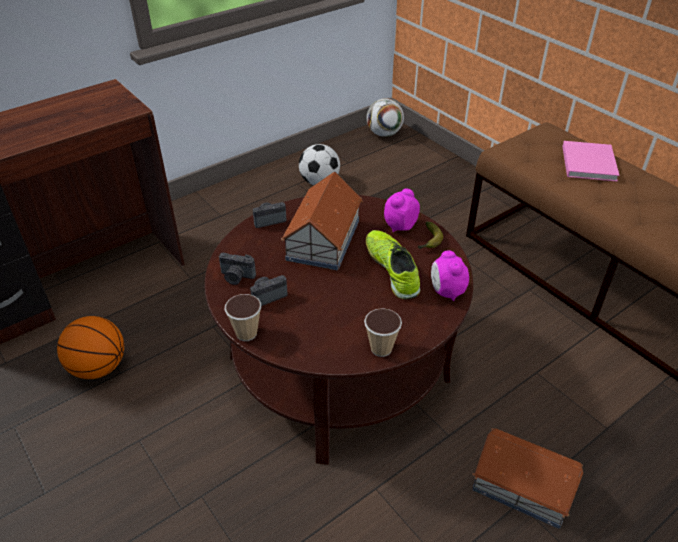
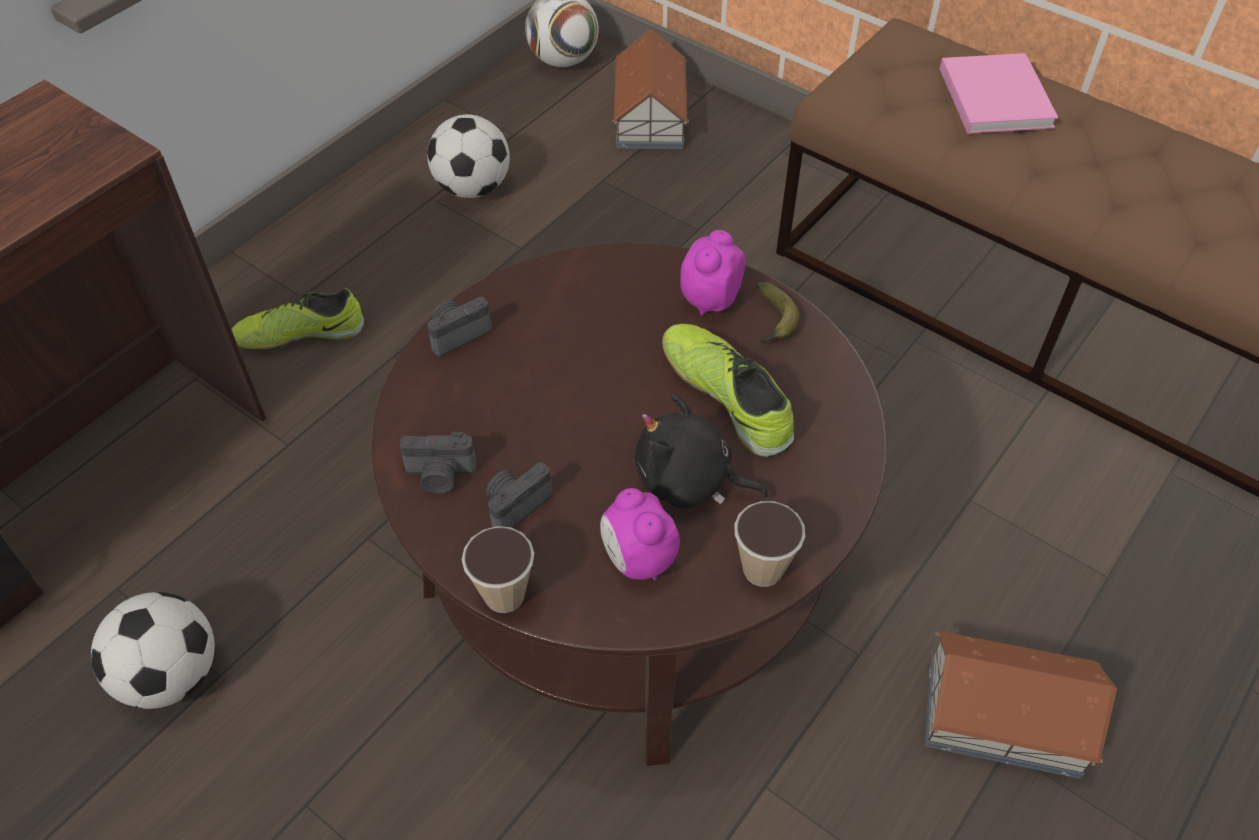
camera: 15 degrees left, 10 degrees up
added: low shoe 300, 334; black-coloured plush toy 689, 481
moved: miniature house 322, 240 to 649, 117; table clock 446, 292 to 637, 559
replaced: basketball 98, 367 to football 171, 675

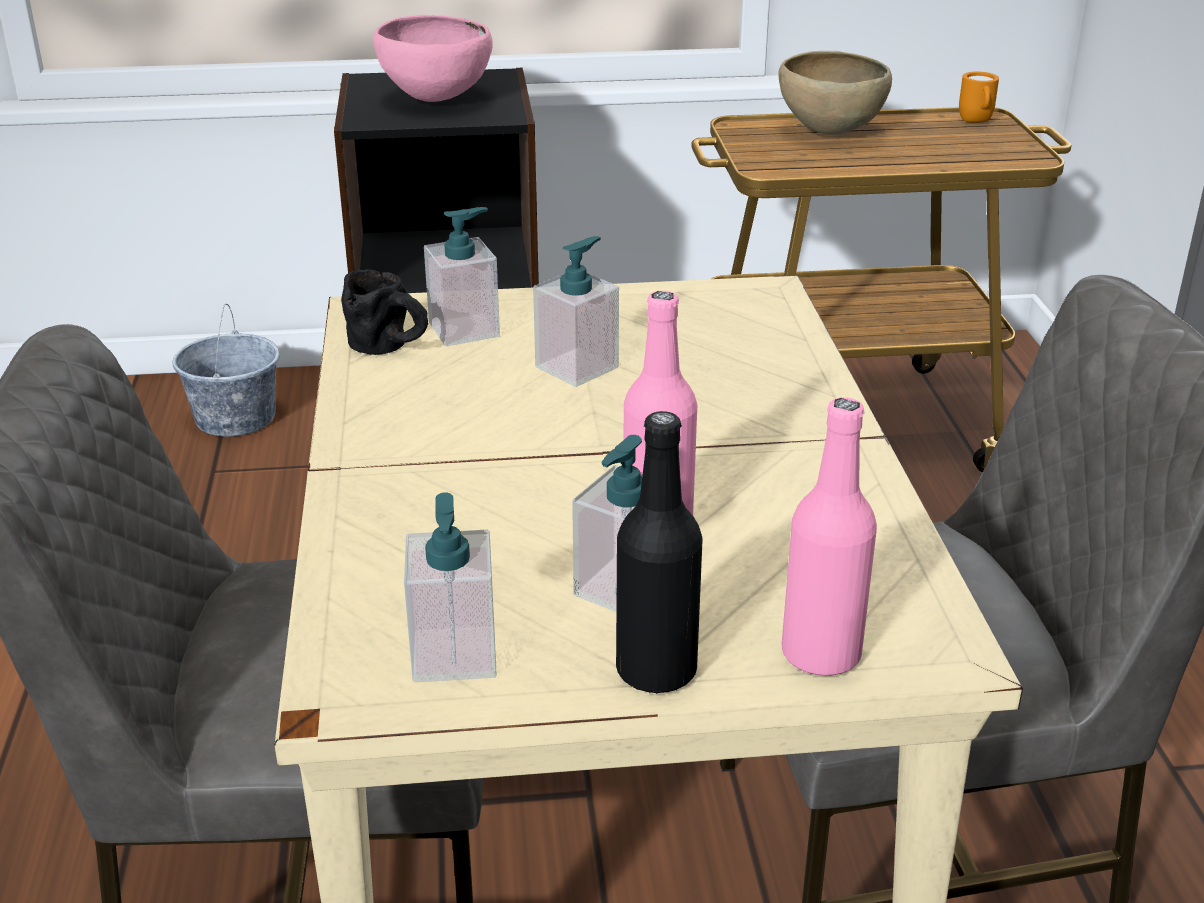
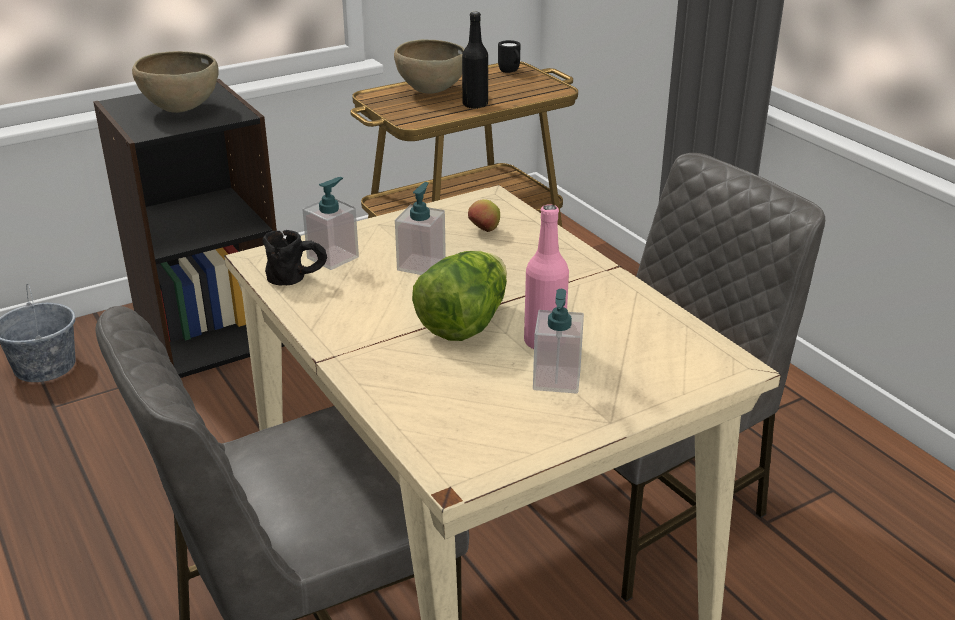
camera: 25 degrees left, 0 degrees up
removed: soap bottle 454, 654; pink bottle 821, 654
added: lettuce 464, 323; apple 484, 230
moved: black-coloured bottle 656, 671 to 475, 105
recoloured: pink serving bowl 435, 100 to brown serving bowl 181, 111; orange coffee mug 976, 122 to black-coloured coffee mug 510, 72

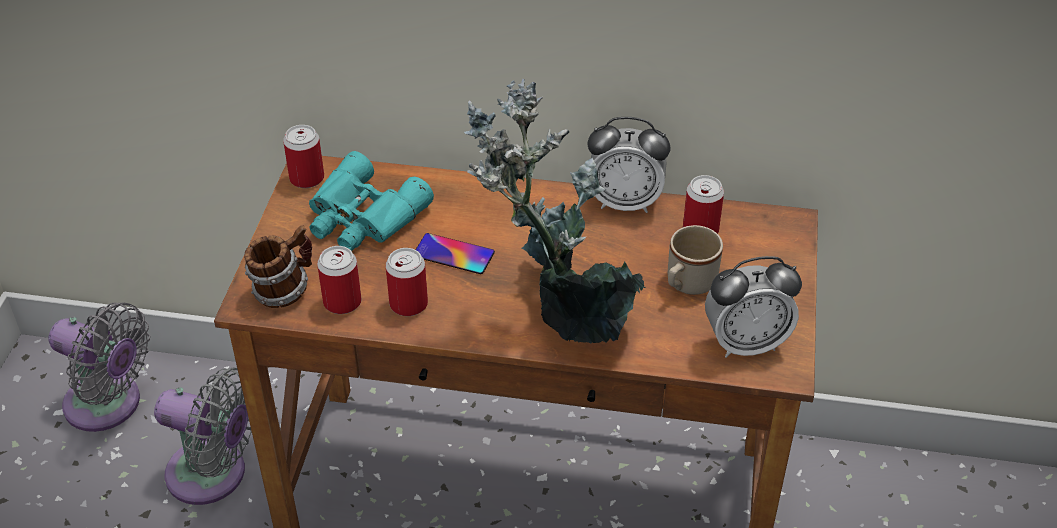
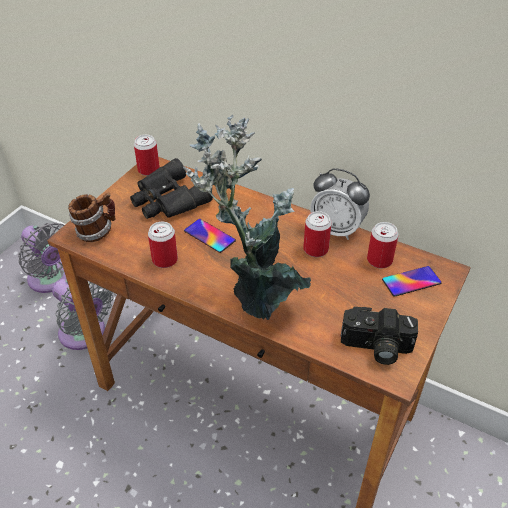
camera: 20 degrees right, 0 degrees up
removed: beige coffee mug 687, 284
added: telephone 411, 281
moved: can 342, 302 to 315, 249
replaced: table clock 745, 343 to photo camera 376, 347
recoloured: turquoise field glasses 362, 217 to black-coloured field glasses 167, 200

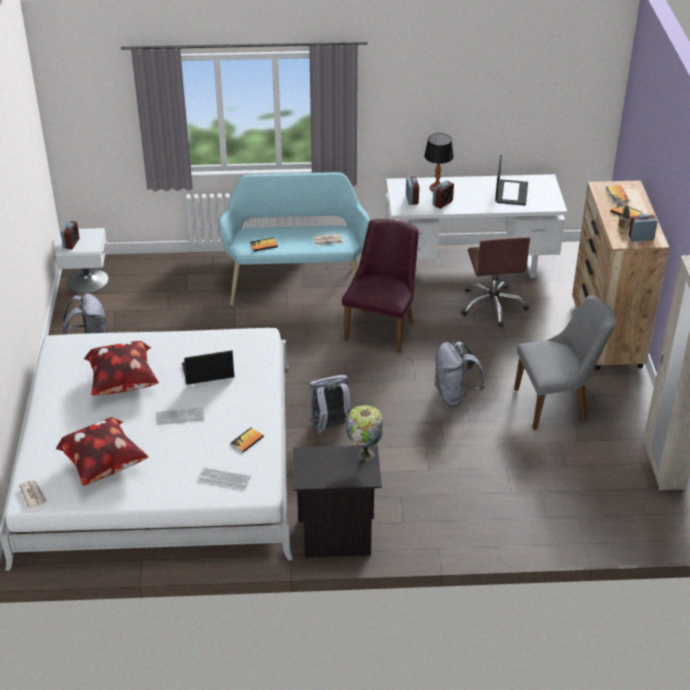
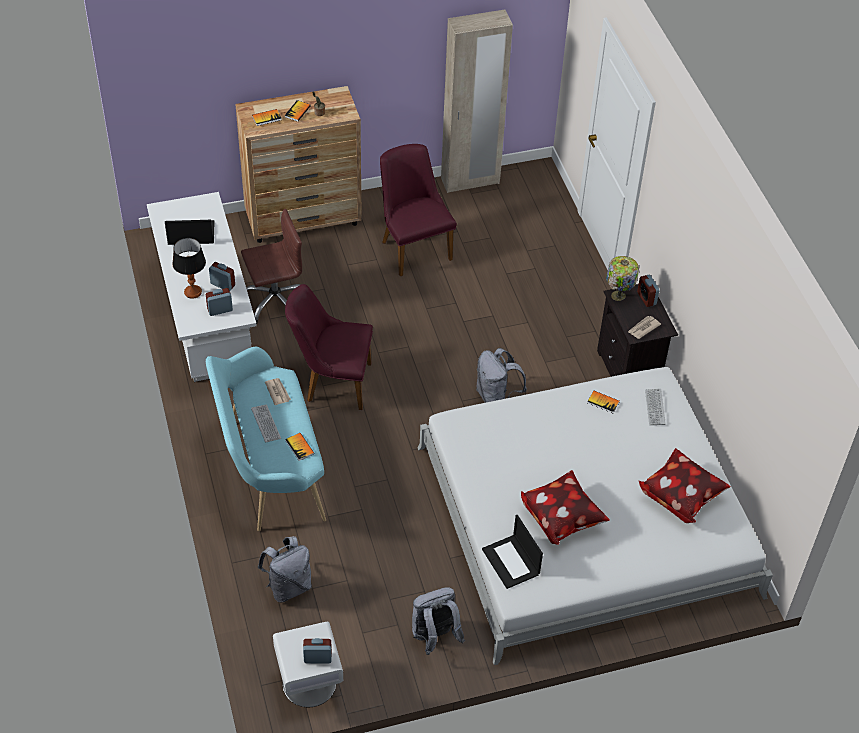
camera: 105 degrees left, 10 degrees up
moved: printed paper 33, 495 to 643, 328; computer keyboard 180, 417 to 266, 424; notebook computer 207, 371 to 511, 562; greyish knapsack 454, 395 to 288, 586; table clock 641, 238 to 646, 298
recoloured: greyish plain chair 557, 404 to purplish plain chair 413, 246

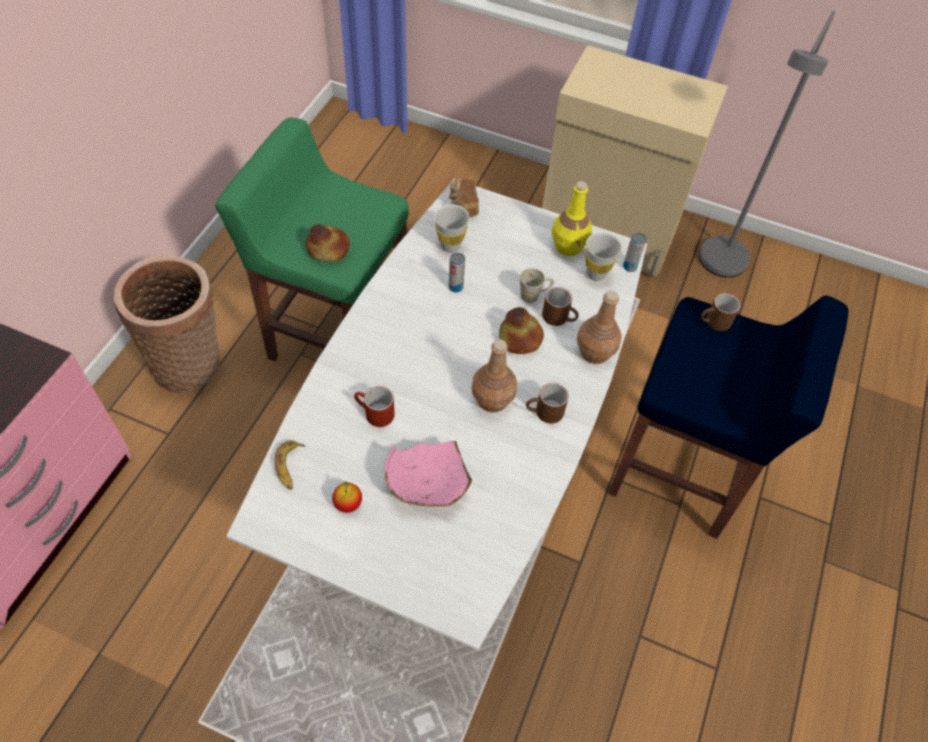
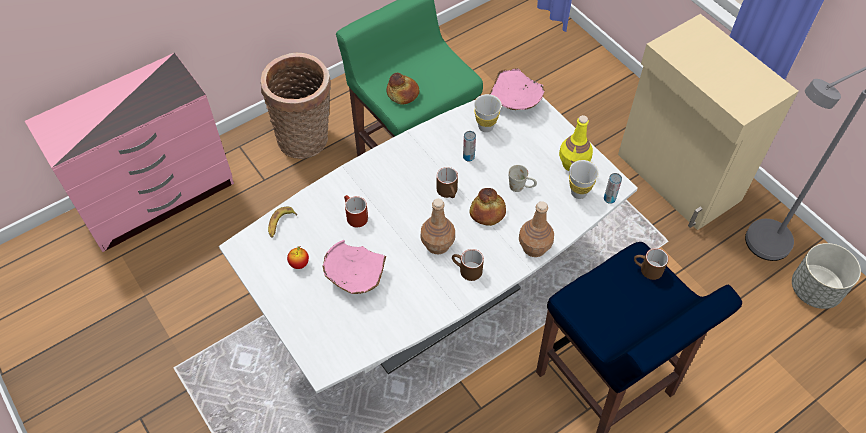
camera: 35 degrees right, 0 degrees up
added: greyish flower pot 815, 290
moved: brown coffee mug 560, 318 to 449, 192
replaced: baked bread 462, 206 to pink serving bowl 515, 101

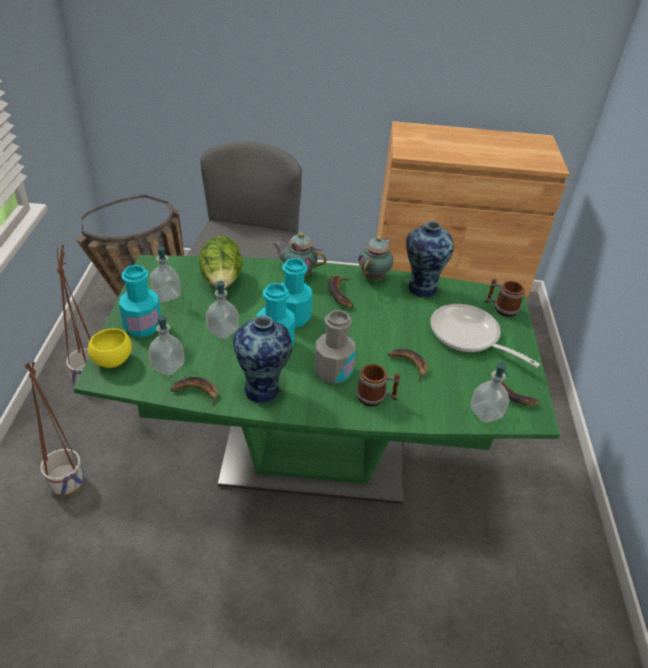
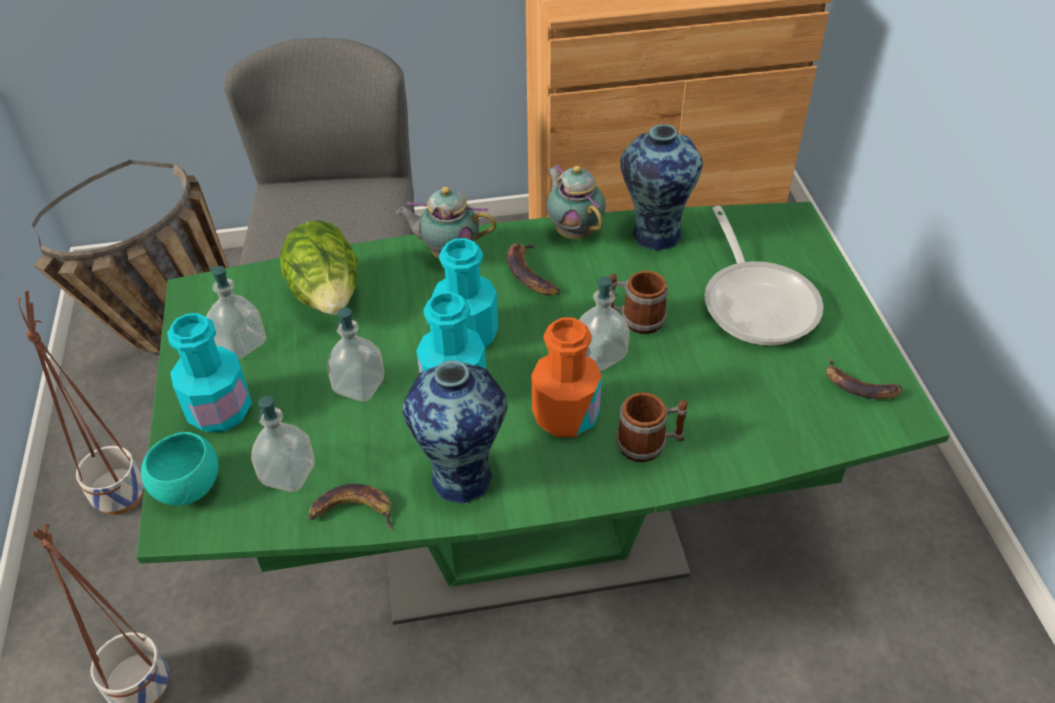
camera: 10 degrees left, 5 degrees up
removed: banana fruit 408, 365
moved: soap bottle 486, 412 to 600, 355; coffee mug 501, 308 to 634, 319
recoloured: yellowish serving bowl 113, 360 to turquoise serving bowl 189, 487; greyish bottle 333, 371 to orange bottle 565, 415
turned: pot for tea 374, 277 = 574, 231 45 degrees counterclockwise; frying pan 469, 337 = 757, 302 135 degrees counterclockwise

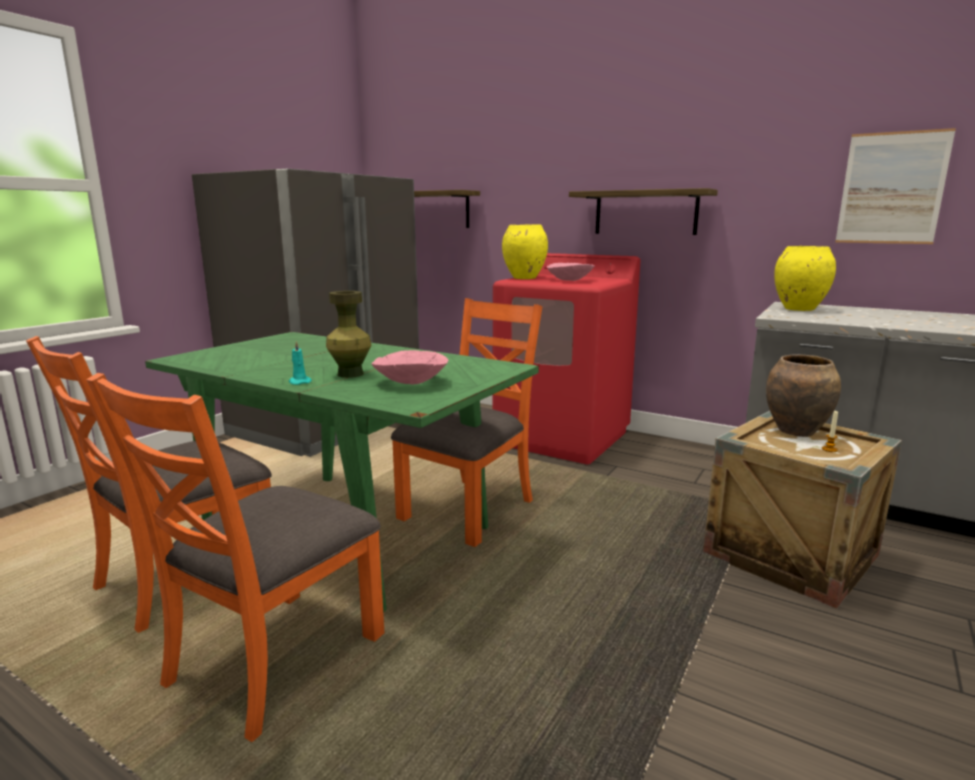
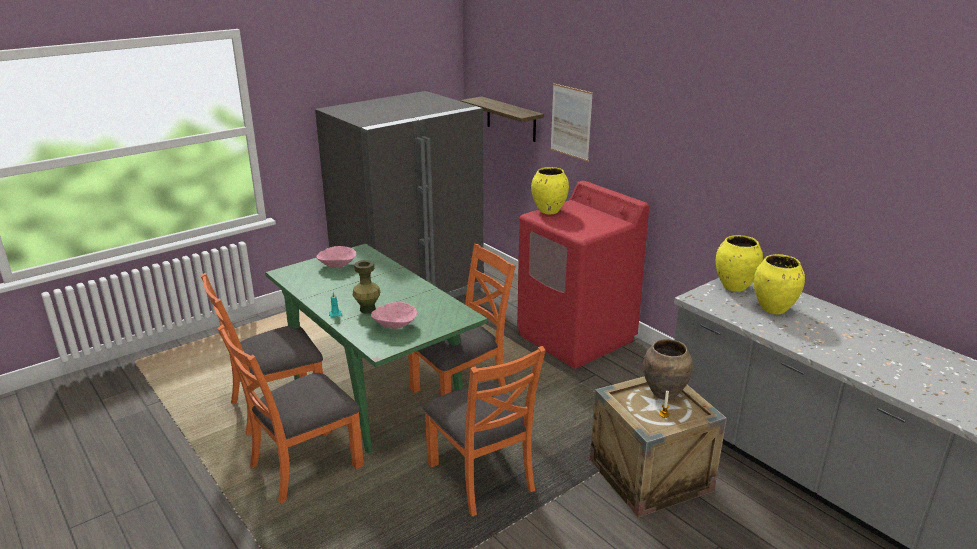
camera: 20 degrees right, 10 degrees up
removed: bracket shelf 645, 212
added: orange plain chair 482, 477; yellowish flower vase 774, 309
moved: pink serving bowl 569, 280 to 337, 265; wall picture 891, 188 to 571, 122

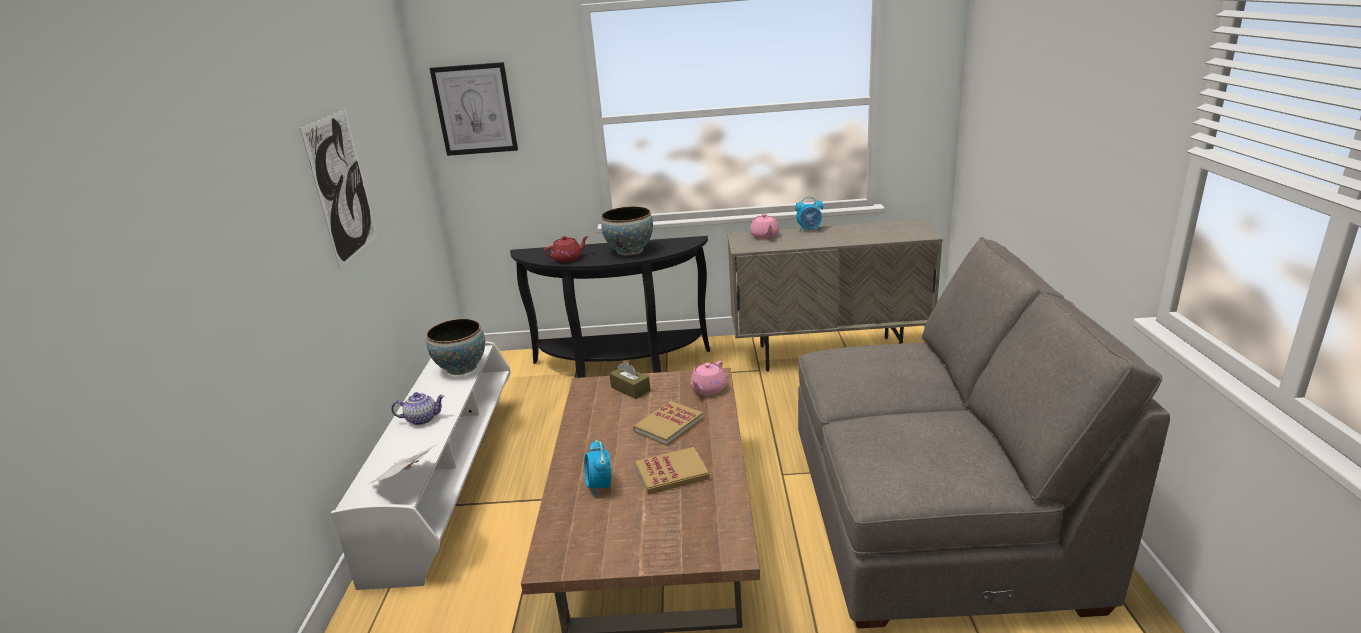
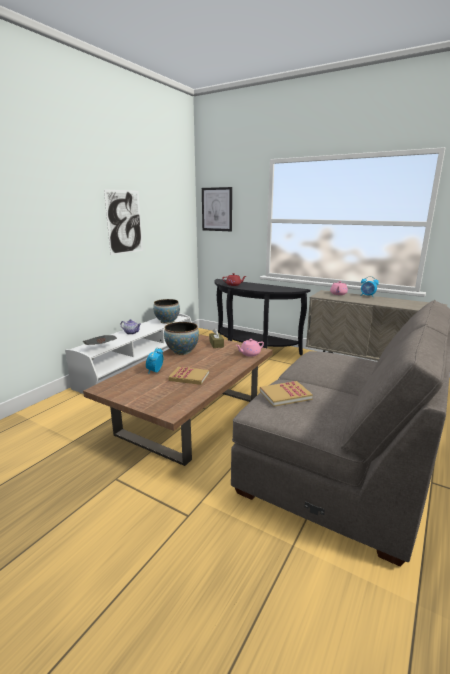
camera: 30 degrees right, 5 degrees down
moved: serving bowl 629, 251 to 182, 351; bound book 668, 425 to 285, 395

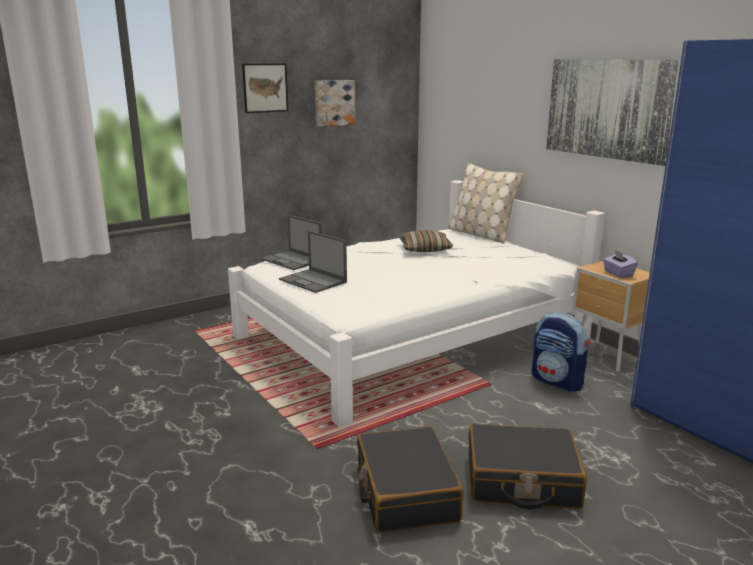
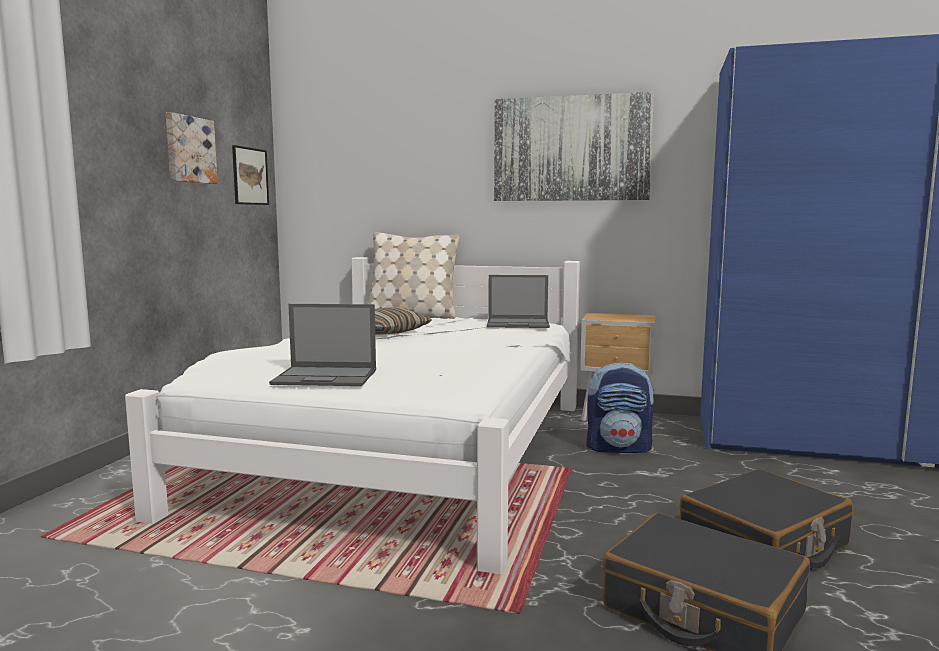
camera: 40 degrees left, 10 degrees down
removed: purplish box of tissues 618, 274
moved: wall picture 265, 88 to 250, 176; notebook computer 292, 260 to 518, 324

